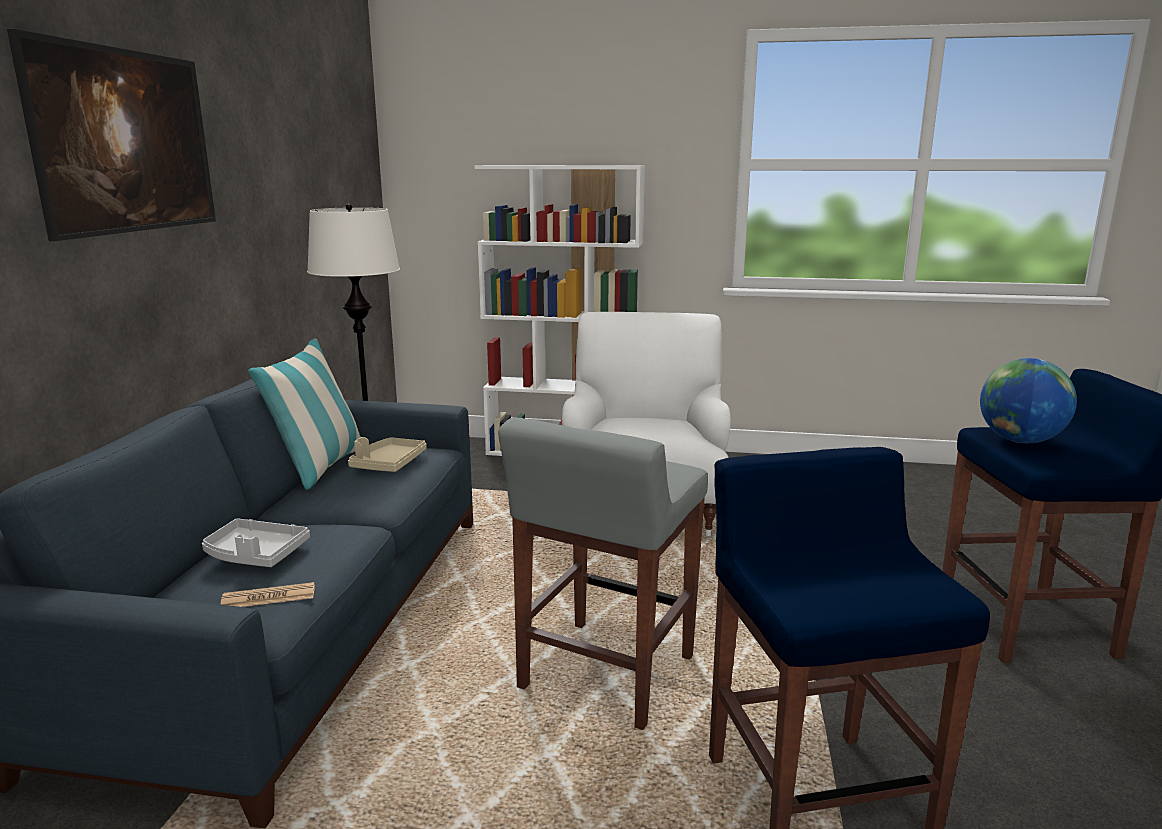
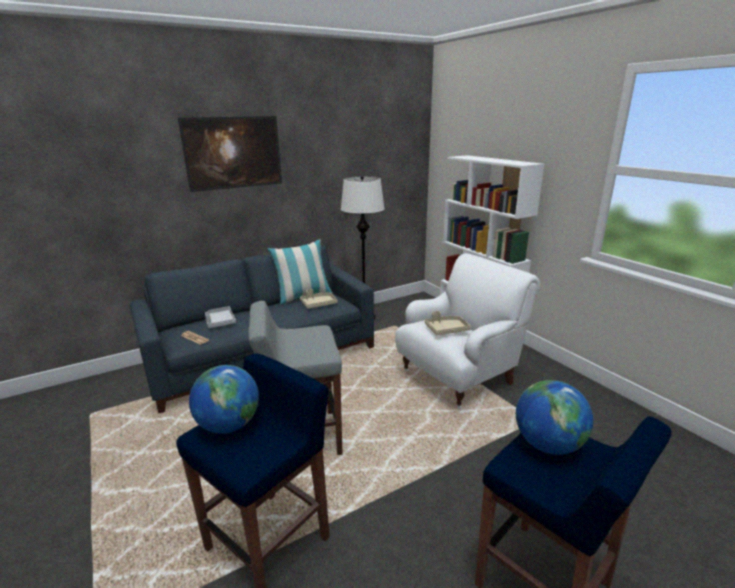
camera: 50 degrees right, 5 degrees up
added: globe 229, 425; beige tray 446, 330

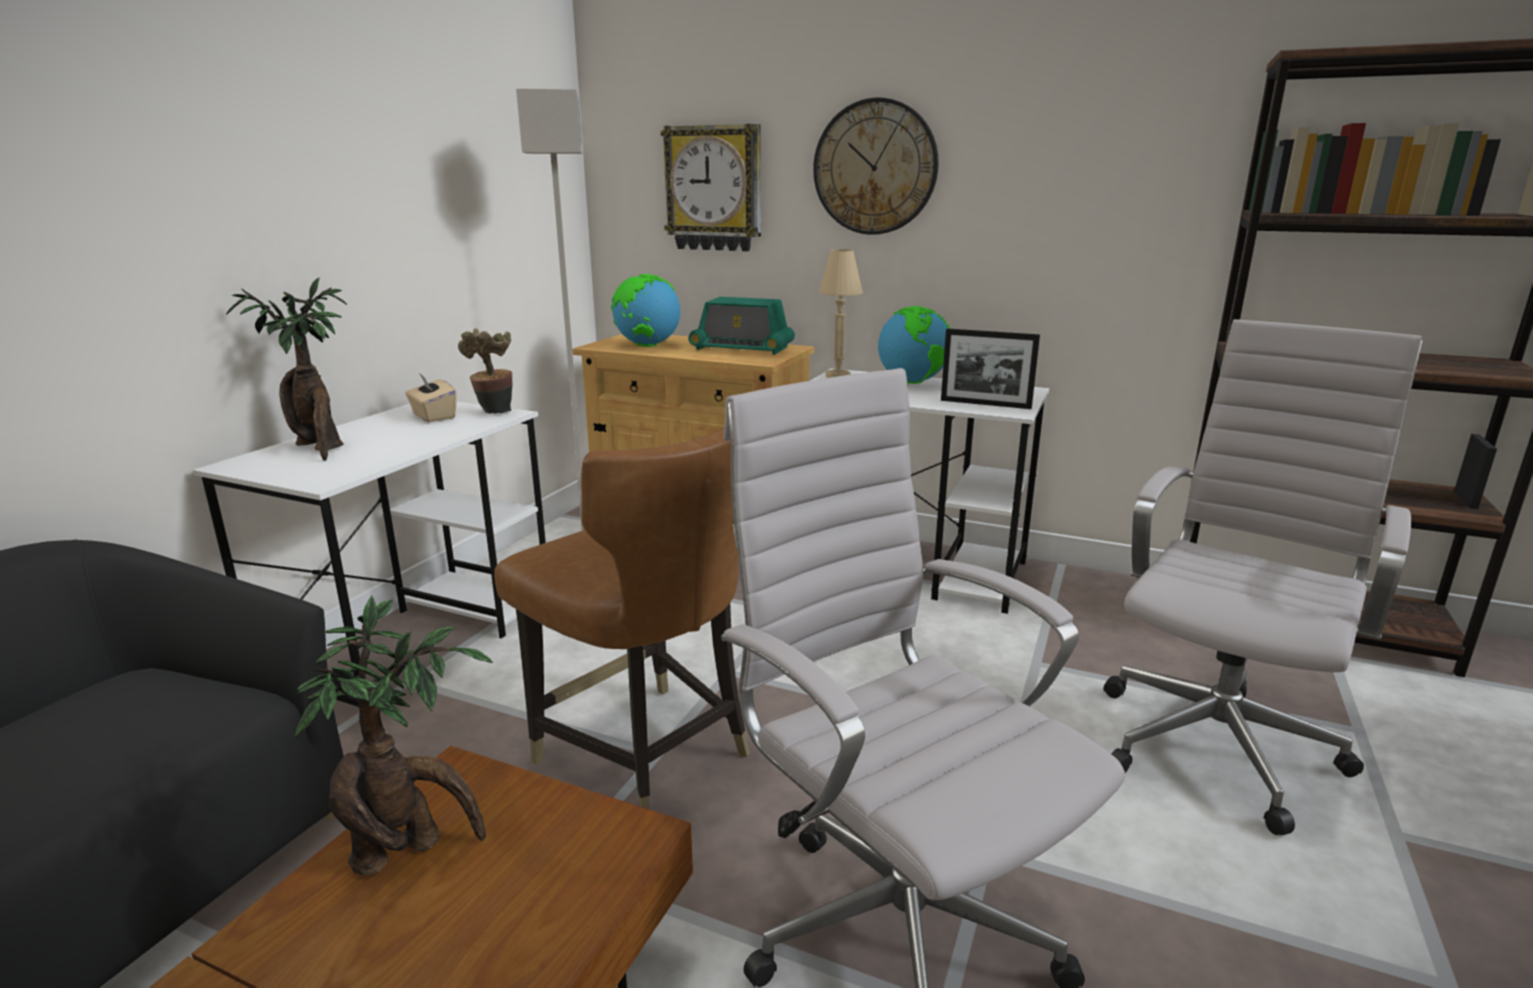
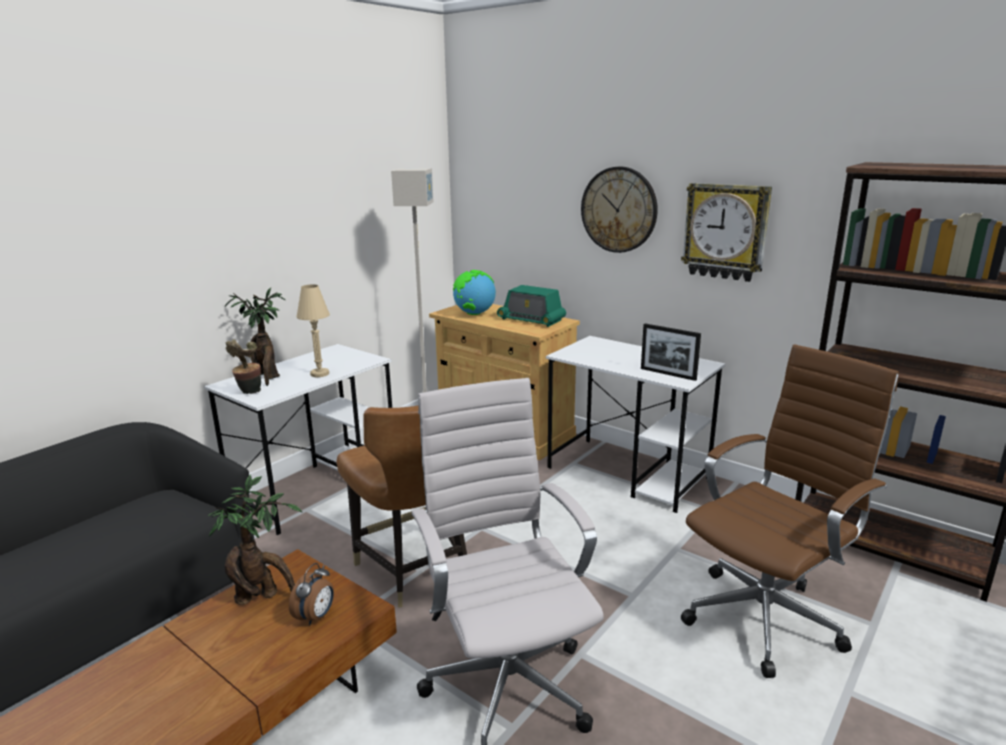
camera: 15 degrees right, 0 degrees up
removed: beige box of tissues 433, 416; globe 912, 382
added: table clock 316, 617
moved: houseplant 494, 413 to 249, 392; wall clock 714, 189 to 725, 231; beige tabletop lamp 838, 376 to 319, 374
recoloured: whitish desk chair 1218, 742 to brown desk chair 766, 616

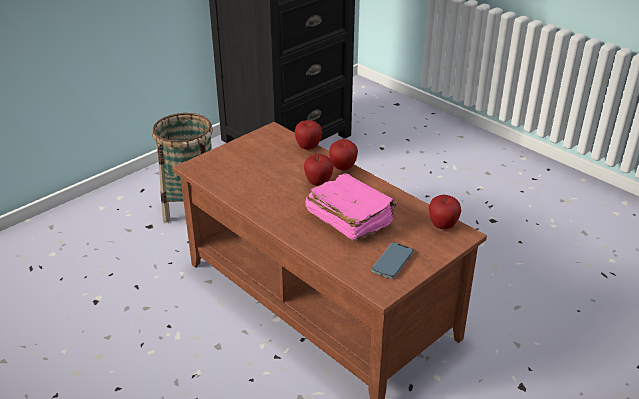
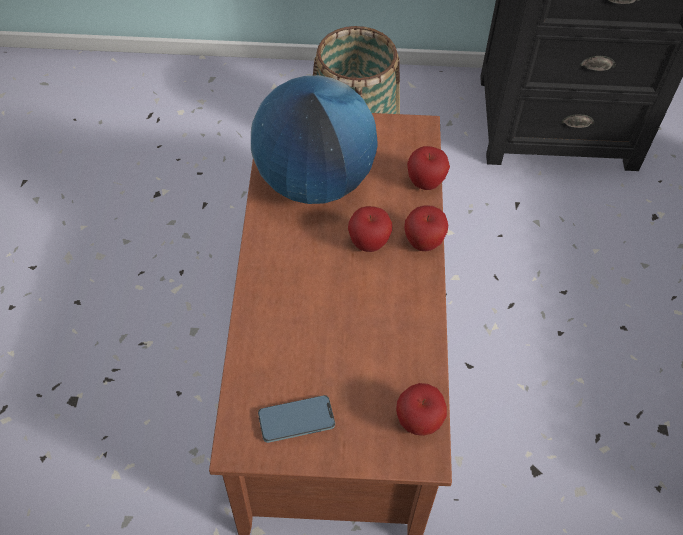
camera: 45 degrees right, 20 degrees up
removed: pink bound book 349, 219
added: globe 314, 182

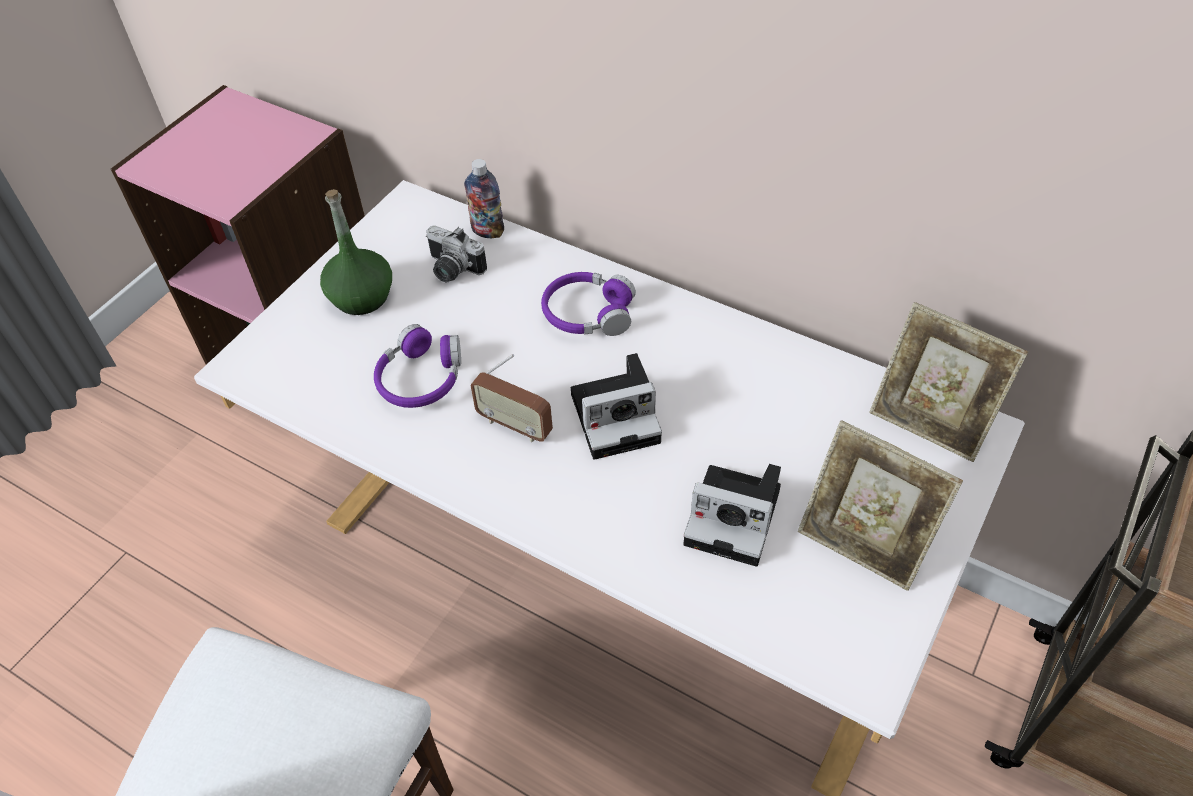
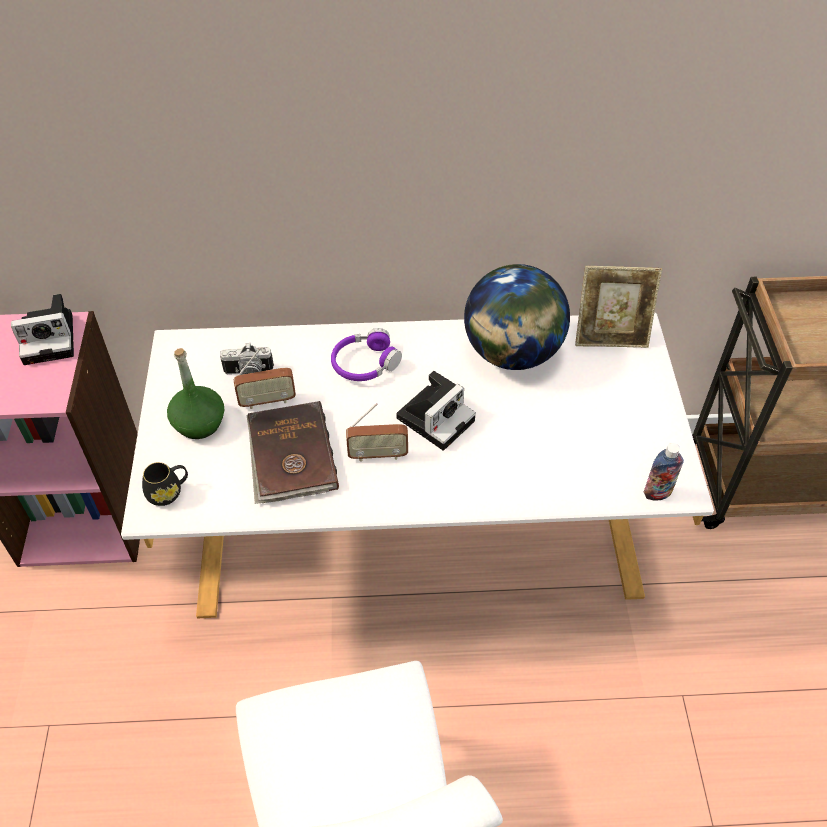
camera: 35 degrees left, 0 degrees up
removed: picture frame 862, 544
added: black-coloured coffee mug 168, 492; radio set 267, 401; globe 512, 353
moved: bottle 488, 231 to 657, 493; photo camera 737, 517 to 51, 338
replaced: purplish headset 421, 378 to brown bound book 290, 456

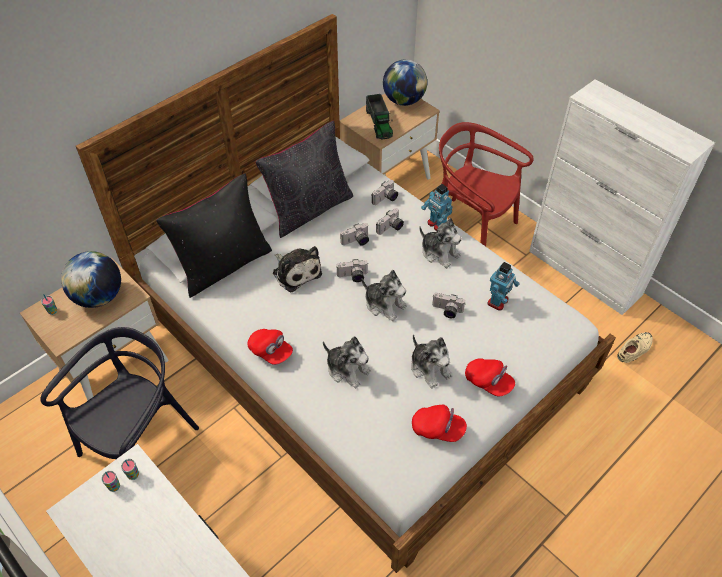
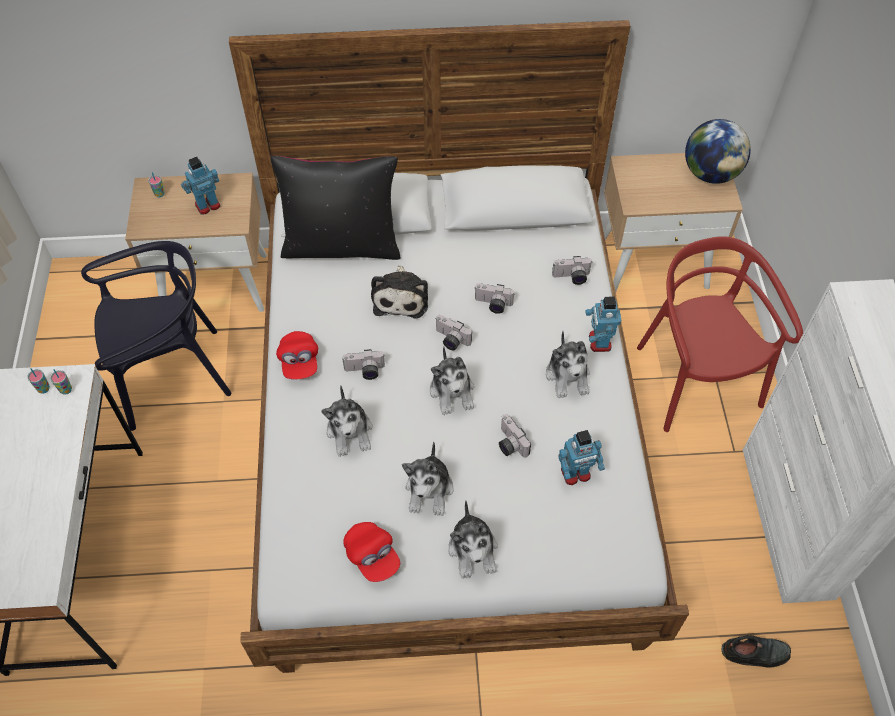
camera: 40 degrees right, 5 degrees up
removed: black-coloured cushion 309, 209; toy truck 379, 124
moved: photo camera 391, 228 to 364, 371
replaced: globe 99, 297 to model robot 207, 205; red peaked cap 488, 382 to plush toy 473, 550
recoloured: beige low shoe 634, 349 to black-coloured low shoe 756, 652

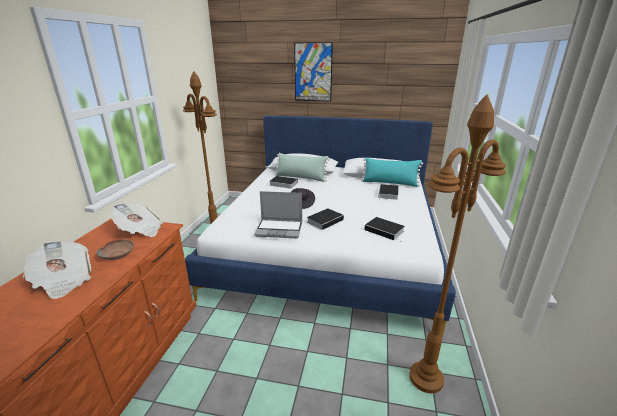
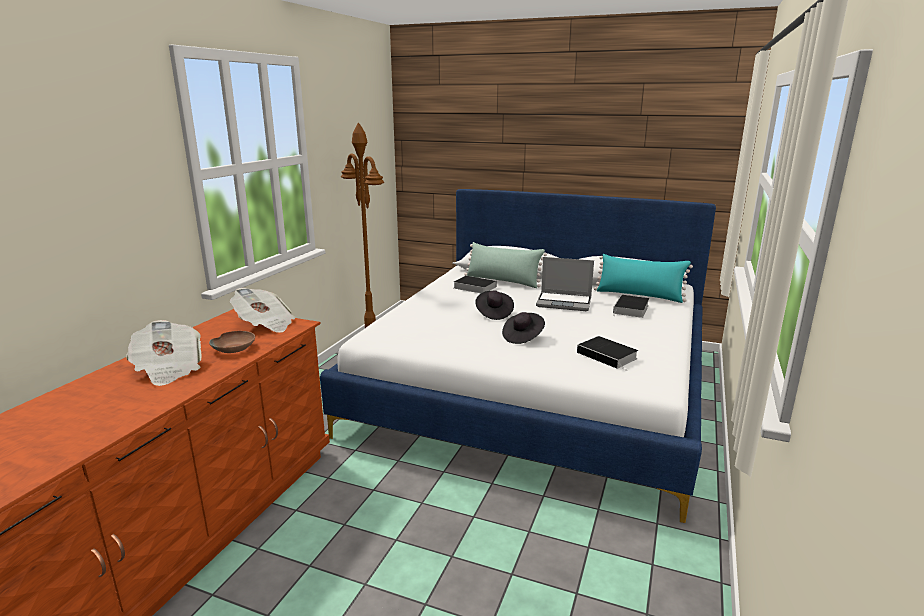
camera: 10 degrees right, 5 degrees down
removed: wall picture 313, 72; brown floor lamp 426, 378
moved: notebook computer 280, 229 to 564, 302
replaced: bound book 325, 220 to black-coloured clothing hat 522, 337

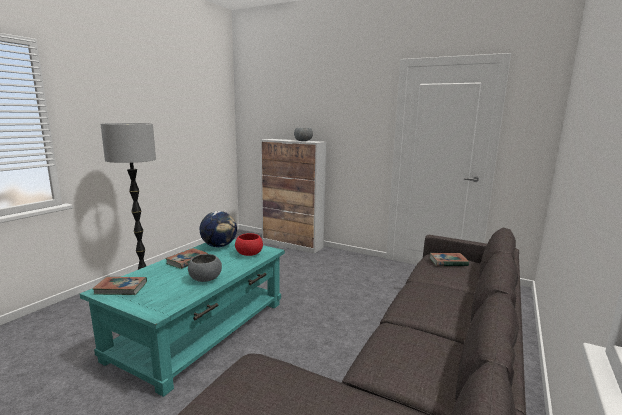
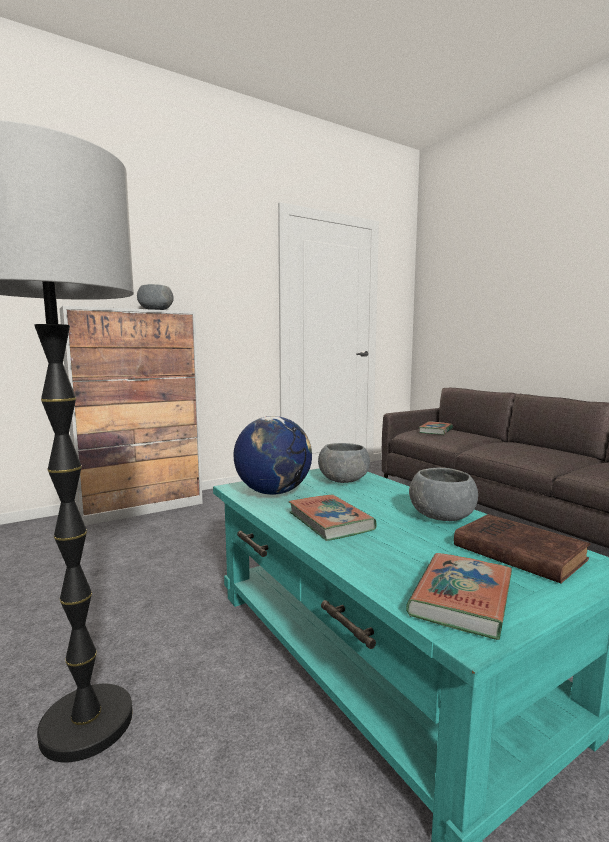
camera: 60 degrees left, 5 degrees down
added: brown bound book 515, 552
recoloured: red serving bowl 249, 254 to greyish serving bowl 344, 480

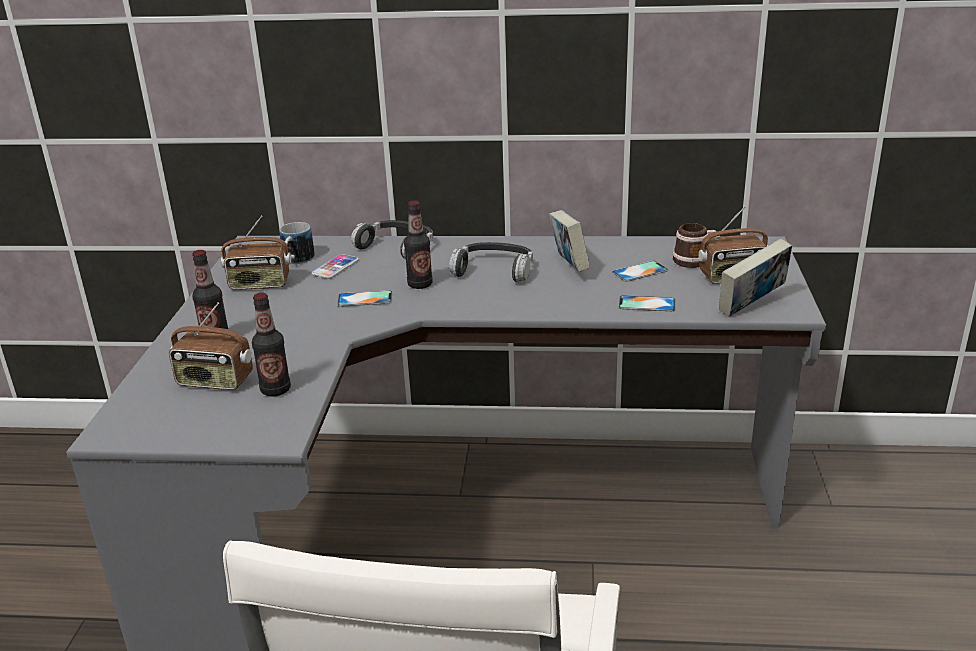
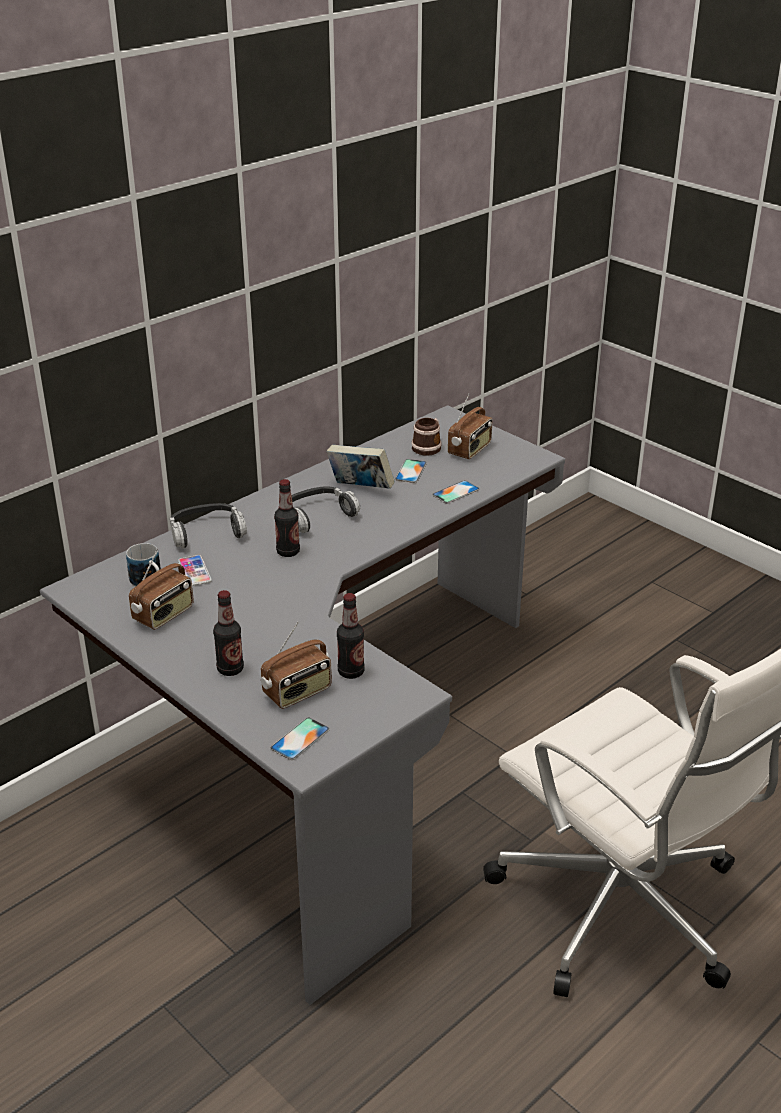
camera: 50 degrees left, 5 degrees up
removed: bound book 751, 307
moved: telephone 365, 299 to 300, 739

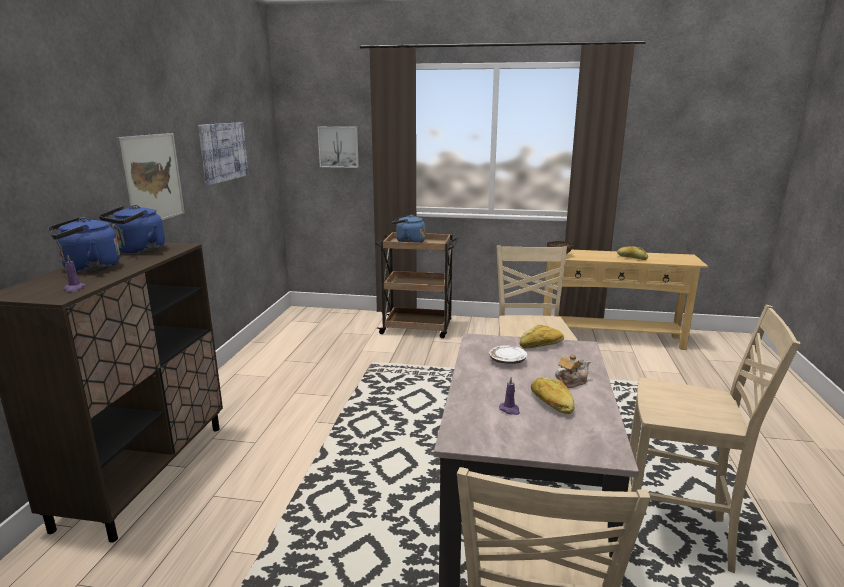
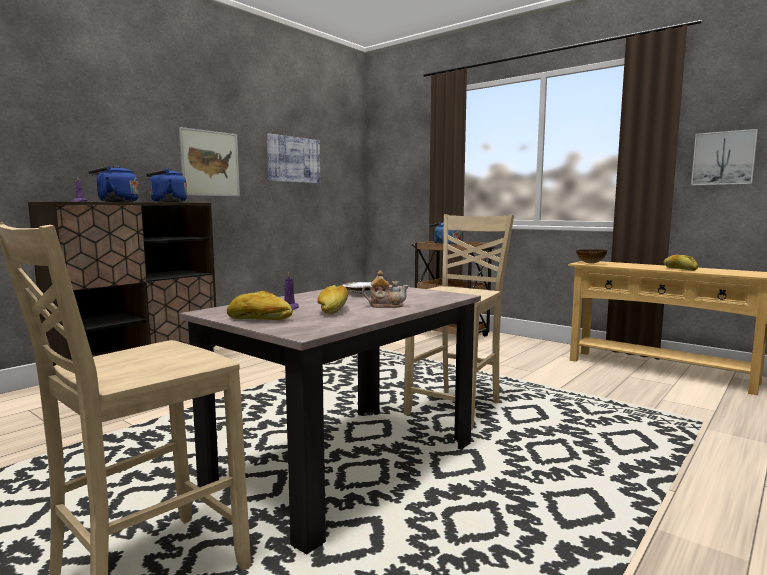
camera: 30 degrees right, 10 degrees down
removed: beige plain chair 676, 534
moved: wall picture 339, 147 to 723, 158; baked bread 541, 345 to 259, 319

